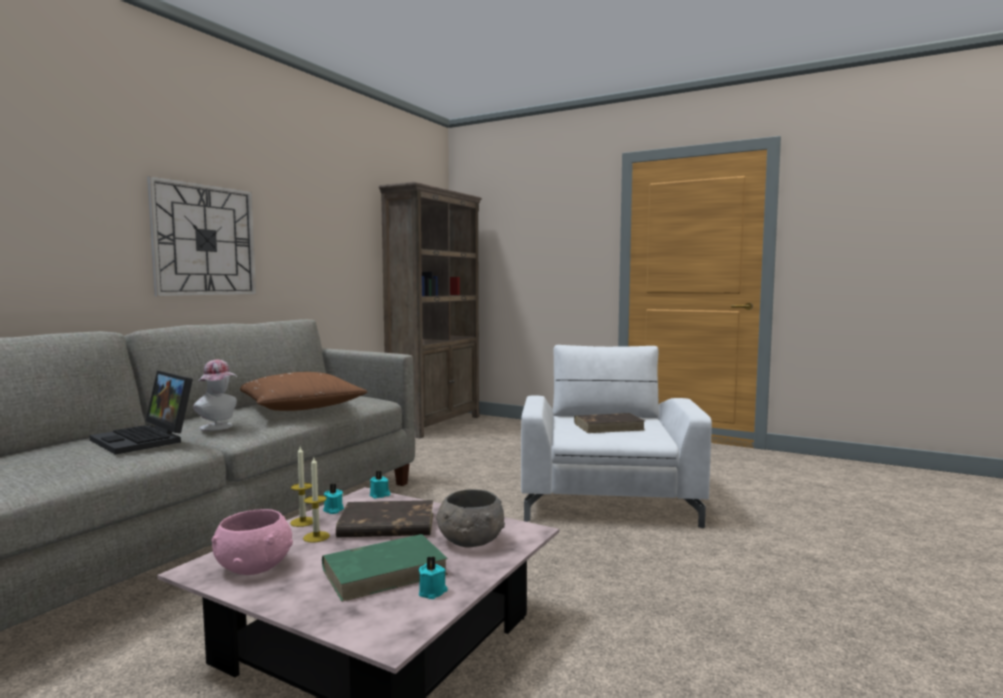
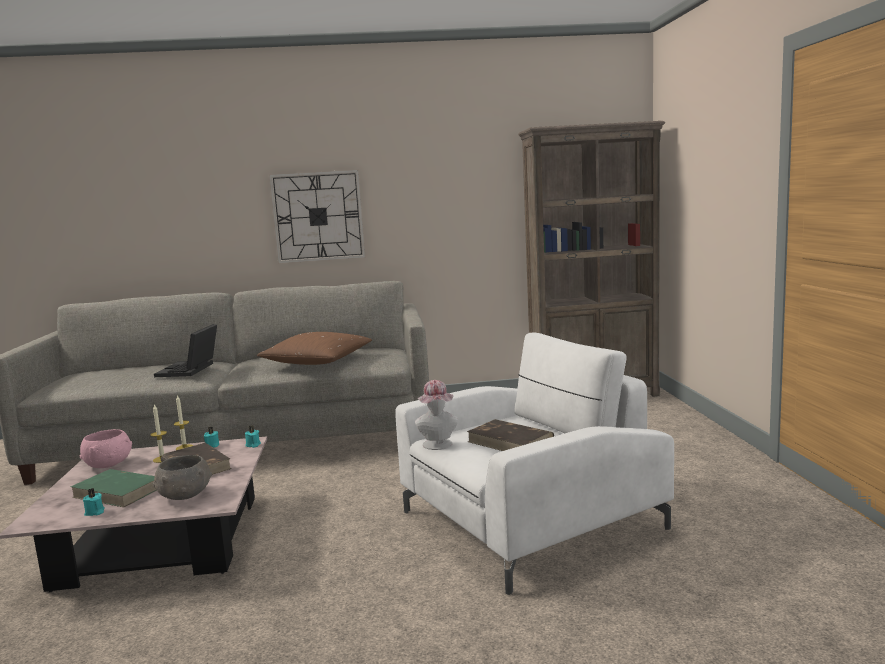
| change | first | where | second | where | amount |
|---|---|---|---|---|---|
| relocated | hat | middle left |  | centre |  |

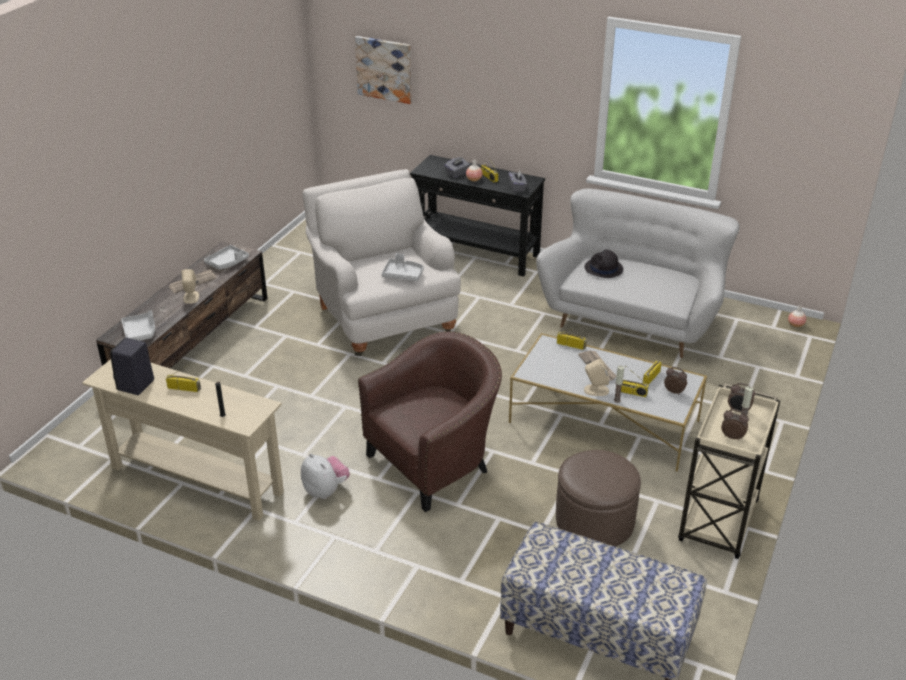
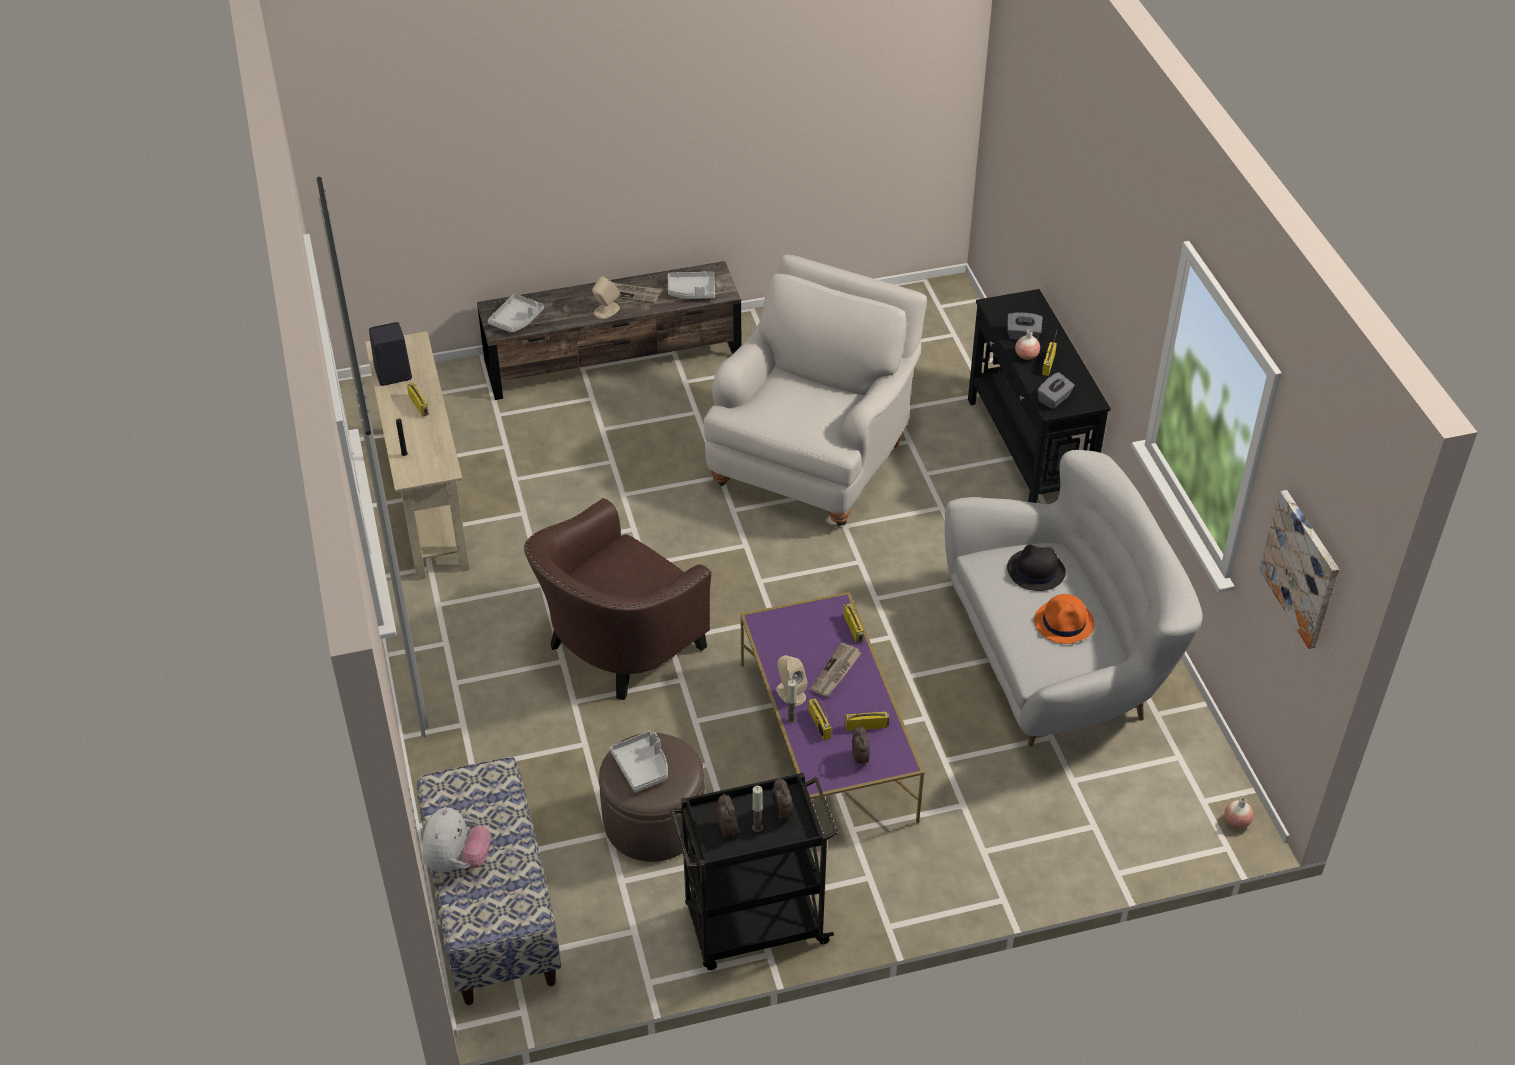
| change | first | where | second | where | amount |
|---|---|---|---|---|---|
| relocated | picture | top centre |  | middle right |  |
| relocated | tray in grey (no. 3 from left in the first image) | centre | tray in grey (no. 2 from left) | bottom centre |  |
| spun | armchair in brown | centre |  | centre | 120 degrees clockwise |
| colour | coffee table in white | middle right | coffee table in purple | centre |  |
| colour | cart in beige | bottom right | cart in black | bottom centre |  |
| relocated | plush toy | bottom centre |  | bottom left |  |
| appeared |  |  | hat in orange | middle right |  |

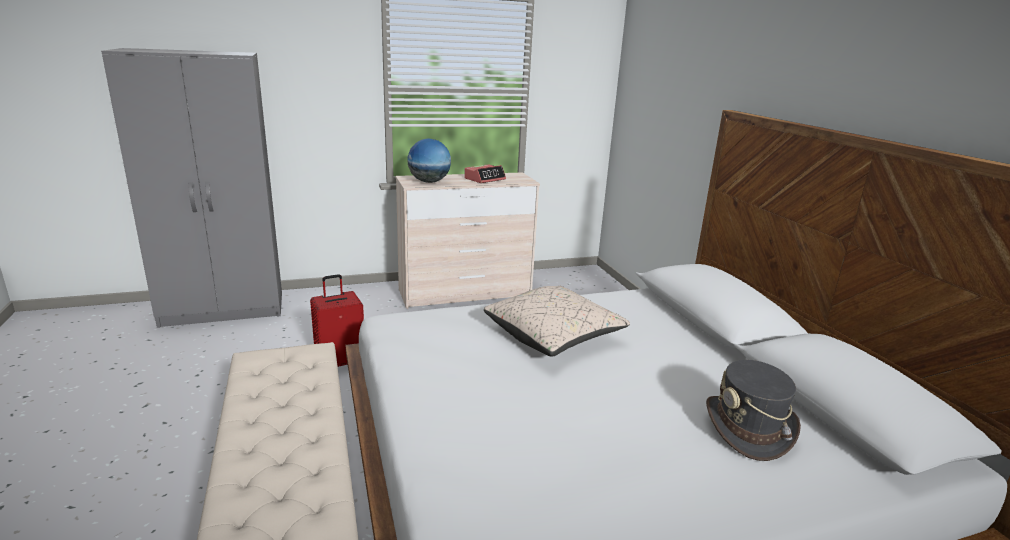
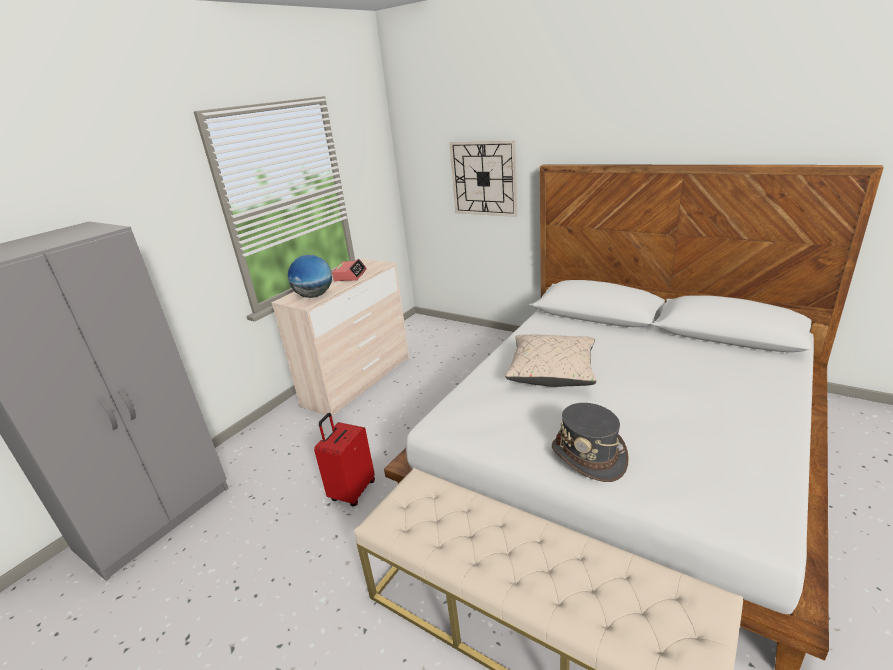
| change | first | where | second | where | amount |
|---|---|---|---|---|---|
| relocated | hat in grey | bottom right |  | centre |  |
| appeared |  |  | wall clock | top centre |  |

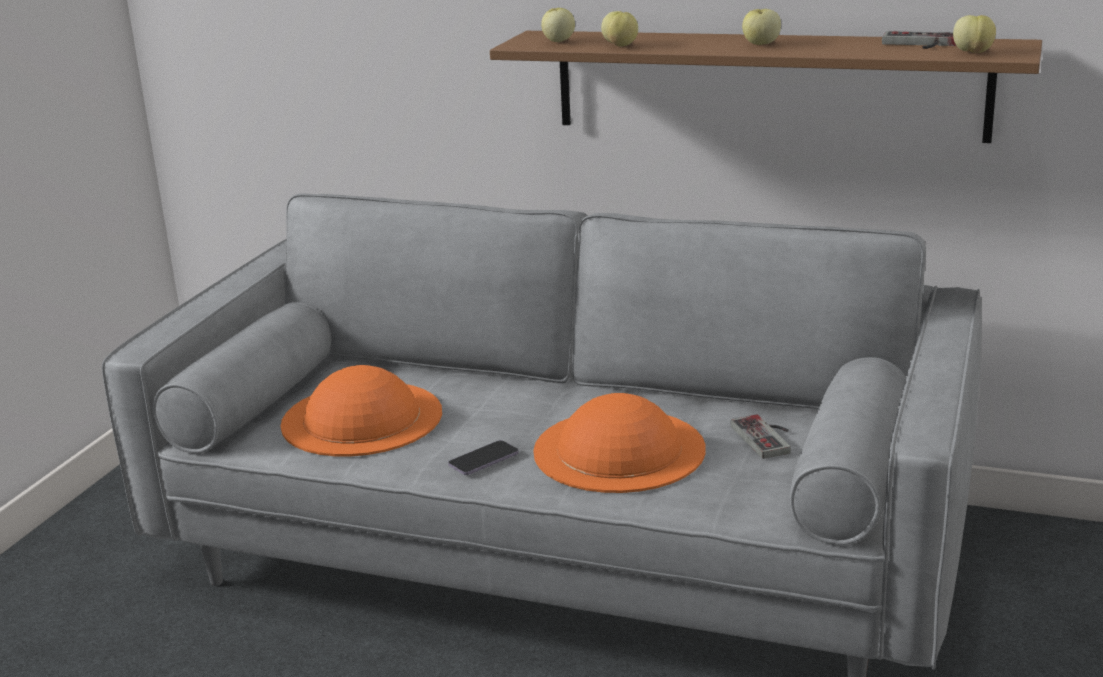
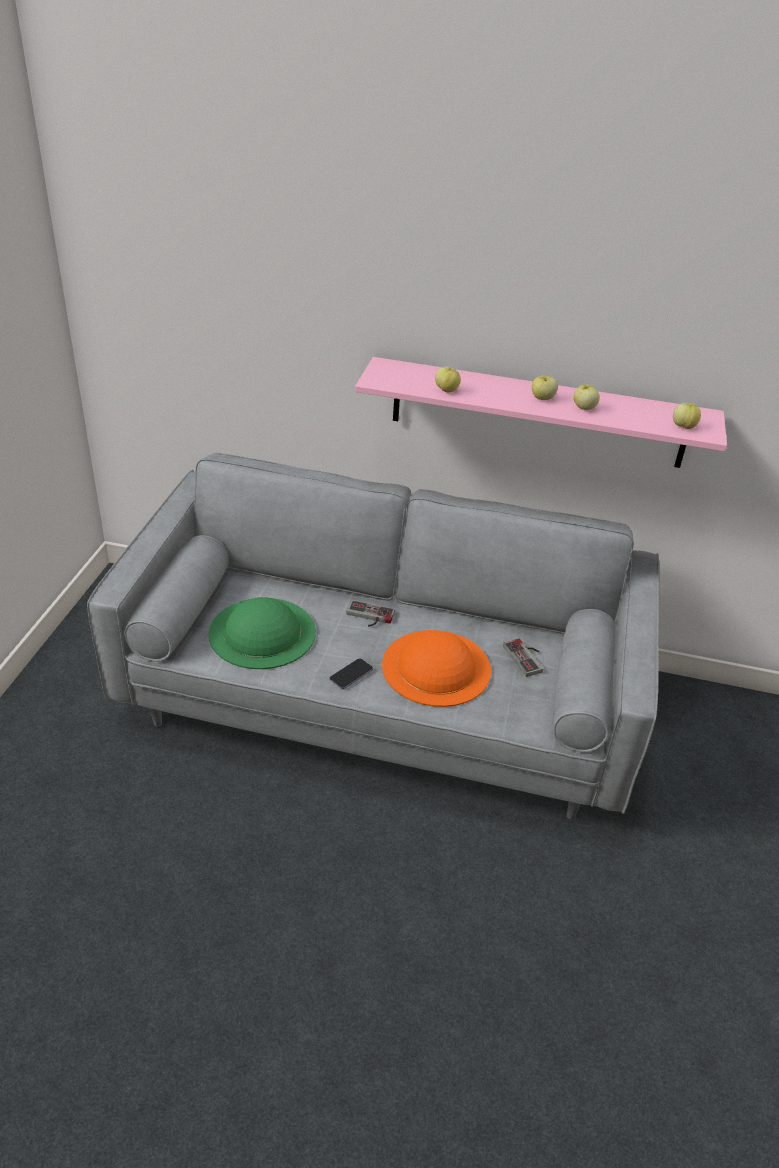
| change | first | where | second | where | amount |
|---|---|---|---|---|---|
| relocated | apple (no. 1 from left in the first image) | top centre | apple (no. 3 from left) | middle right |  |
| colour | shelf in brown | top right | shelf in pink | middle right |  |
| relocated | game controller (no. 2 from left in the first image) | top right | game controller (no. 1 from left) | centre |  |
| colour | hat in orange (no. 1 from left) | middle left | hat in green | centre |  |

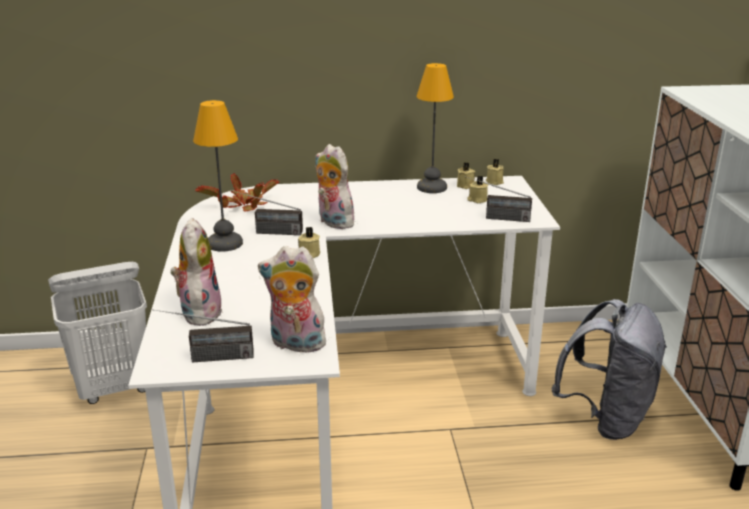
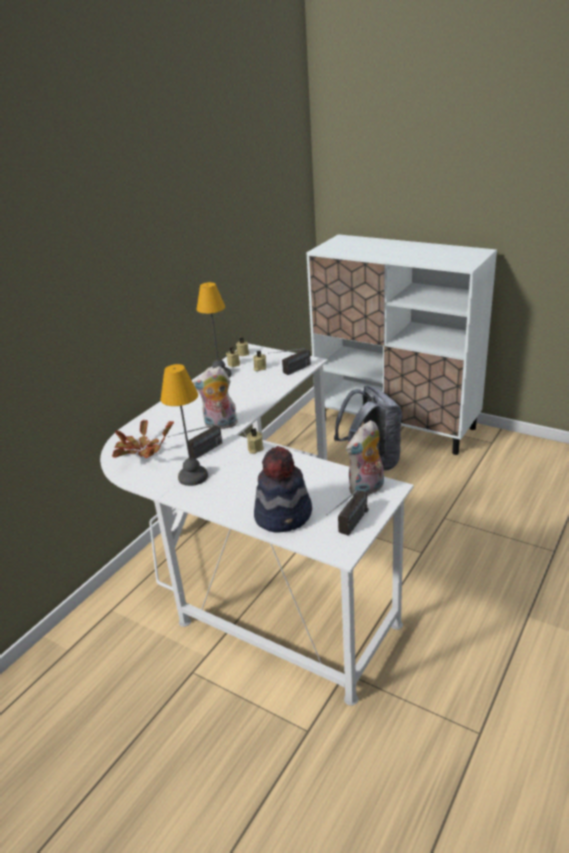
| change | first | where | second | where | amount |
|---|---|---|---|---|---|
| exchanged | plush toy (no. 1 from left) | middle left | hat | centre |  |
| missing | laundry basket in white | middle left |  |  |  |

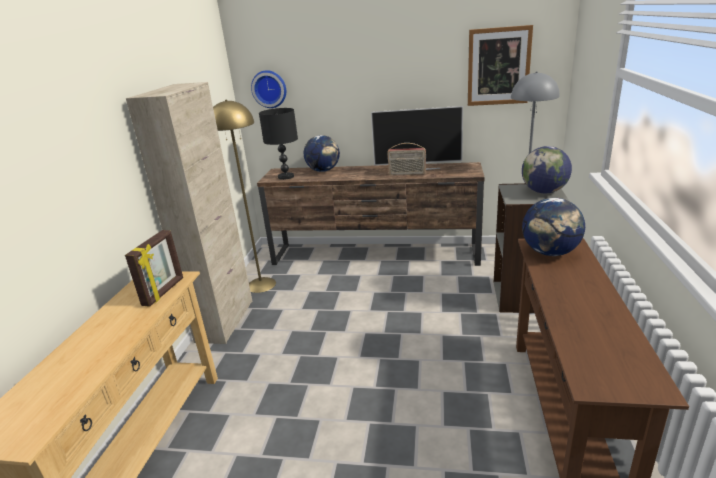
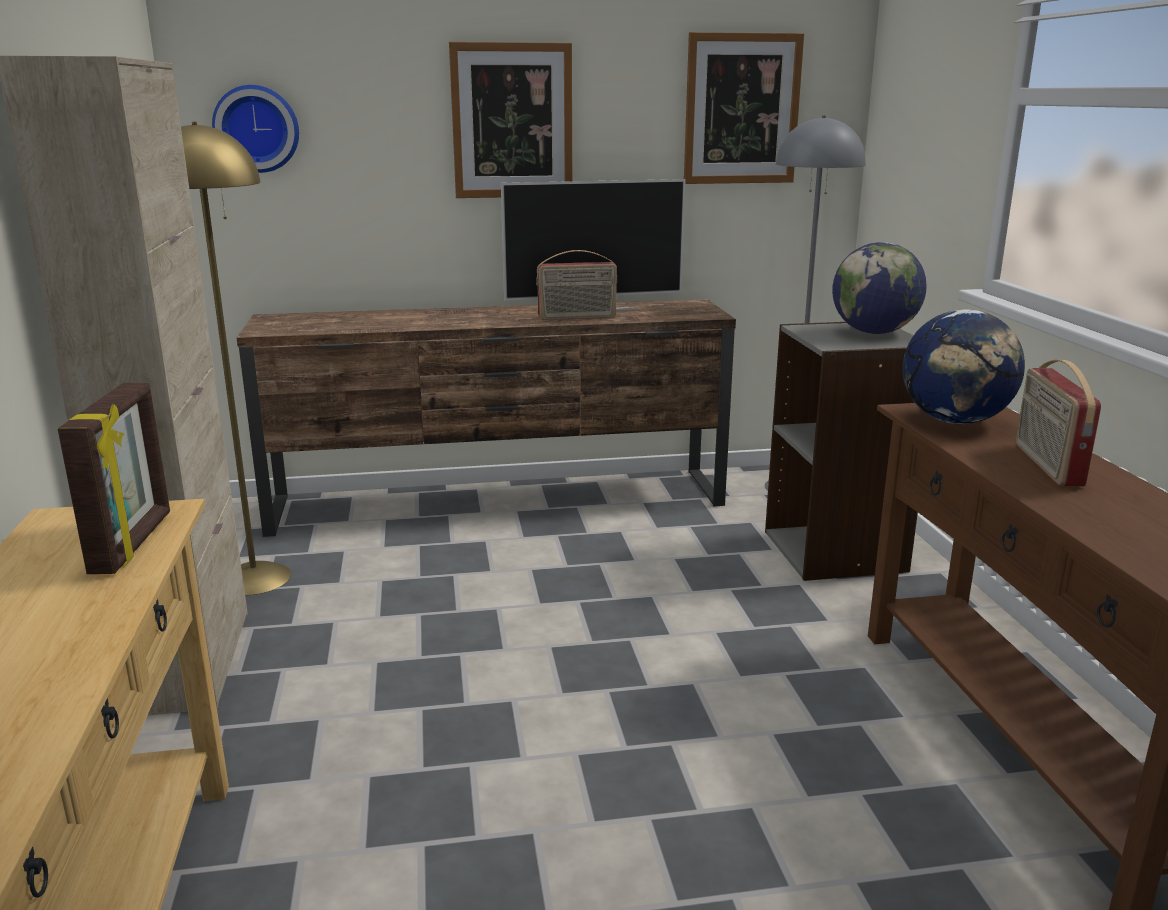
| change | first | where | second | where | amount |
|---|---|---|---|---|---|
| missing | table lamp in black | top centre |  |  |  |
| missing | globe (no. 1 from left) | top centre |  |  |  |
| appeared |  |  | picture (no. 1 from left) | top centre |  |
| appeared |  |  | radio (no. 2 from left) | middle right |  |

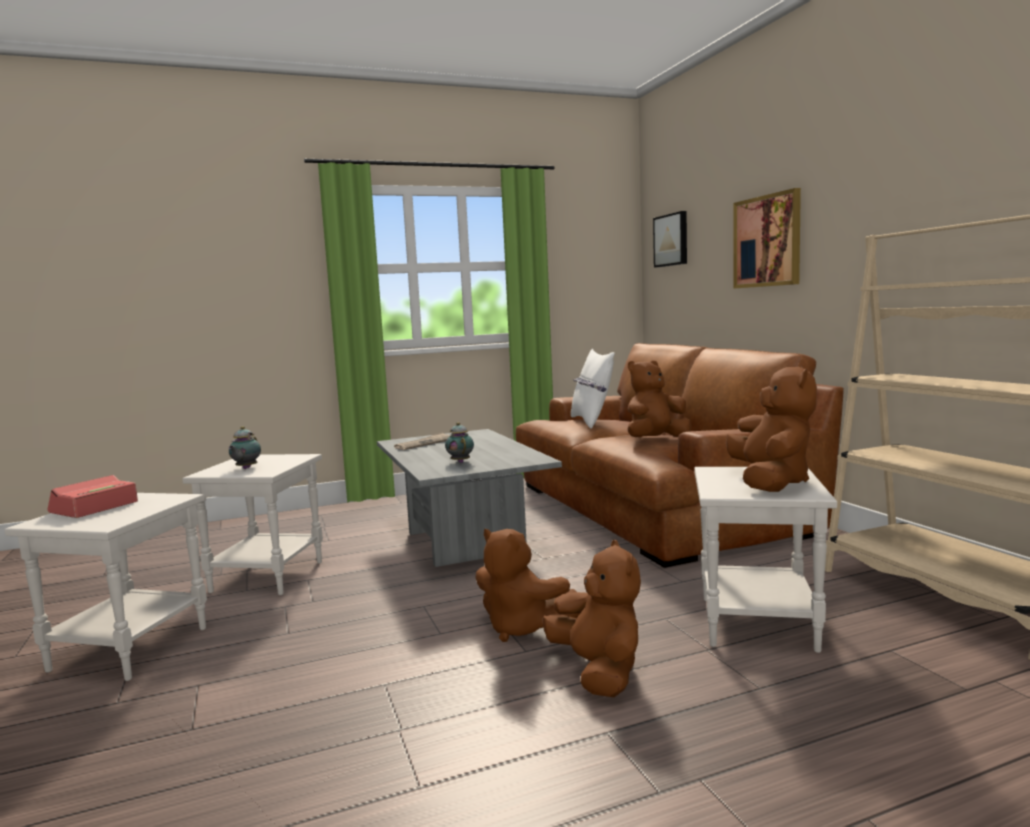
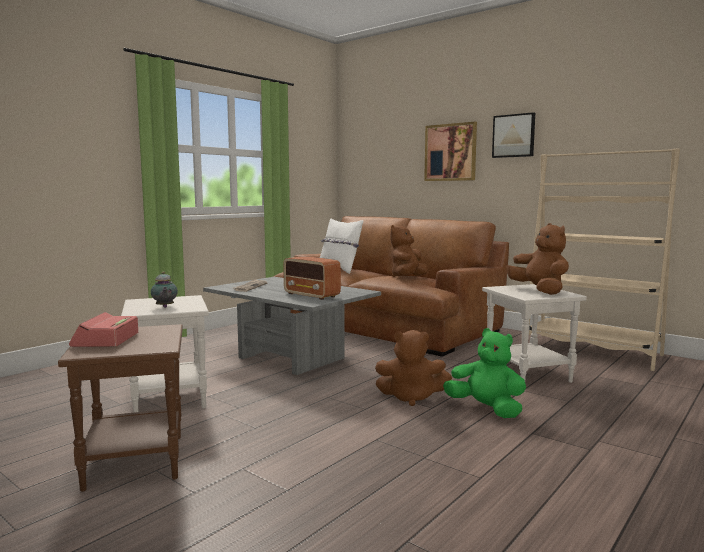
| change | first | where | second | where | amount |
|---|---|---|---|---|---|
| relocated | picture (no. 1 from left in the first image) | top centre | picture (no. 2 from left) | top right |  |
| exchanged | teapot (no. 2 from left) | centre | radio | centre |  |
| colour | side table in white (no. 1 from left) | bottom left | side table in brown | bottom left |  |
| colour | plush toy in brown (no. 2 from left) | bottom centre | plush toy in green | bottom right |  |

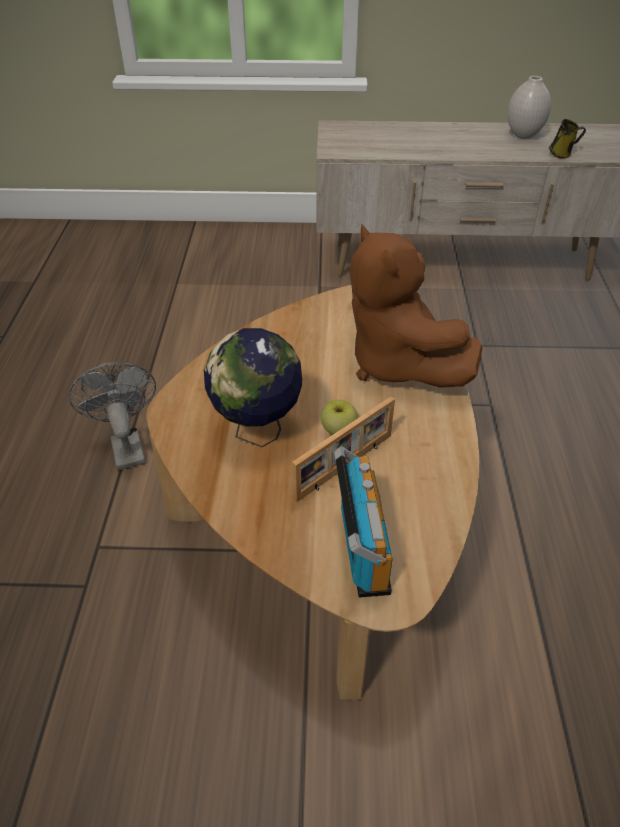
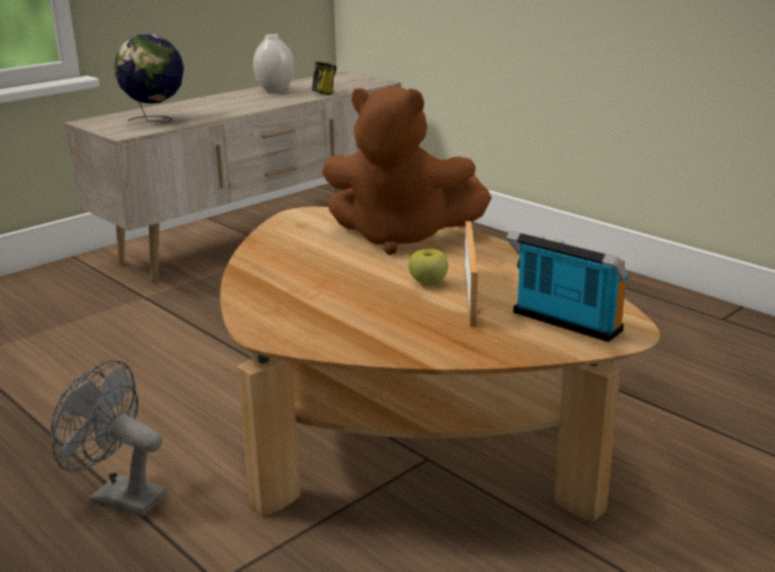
| change | first | where | second | where | amount |
|---|---|---|---|---|---|
| relocated | globe | centre |  | top left |  |

